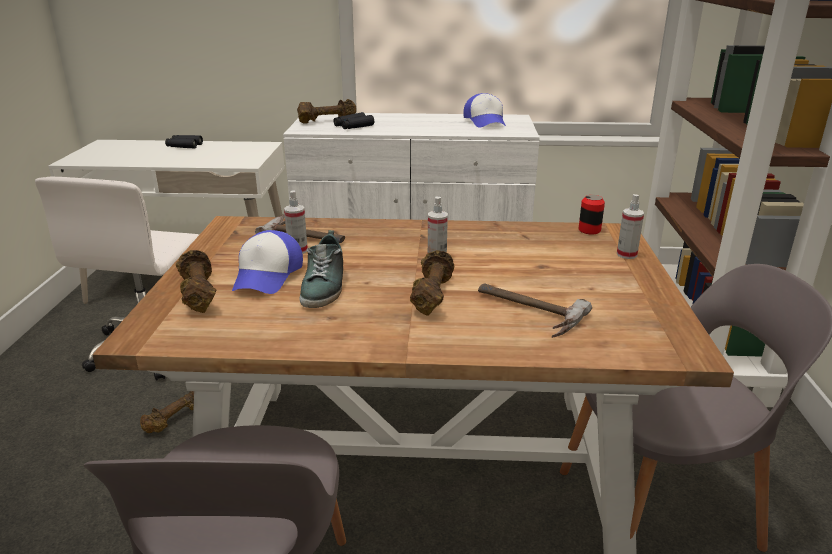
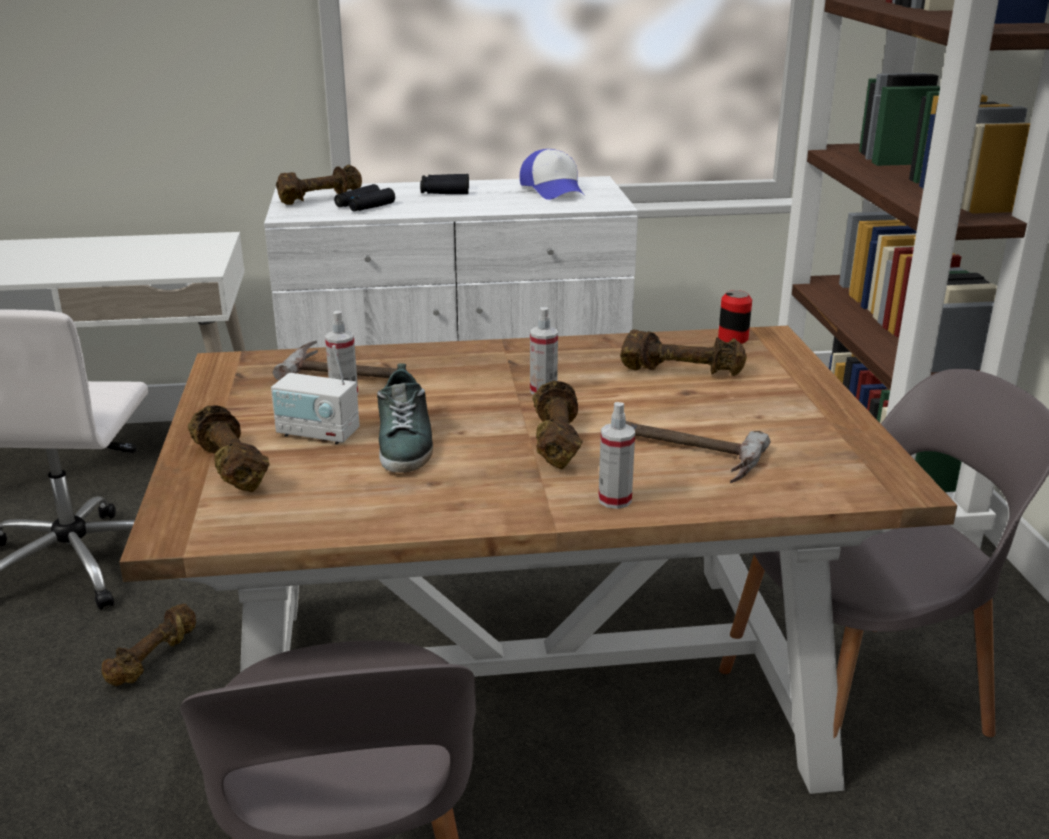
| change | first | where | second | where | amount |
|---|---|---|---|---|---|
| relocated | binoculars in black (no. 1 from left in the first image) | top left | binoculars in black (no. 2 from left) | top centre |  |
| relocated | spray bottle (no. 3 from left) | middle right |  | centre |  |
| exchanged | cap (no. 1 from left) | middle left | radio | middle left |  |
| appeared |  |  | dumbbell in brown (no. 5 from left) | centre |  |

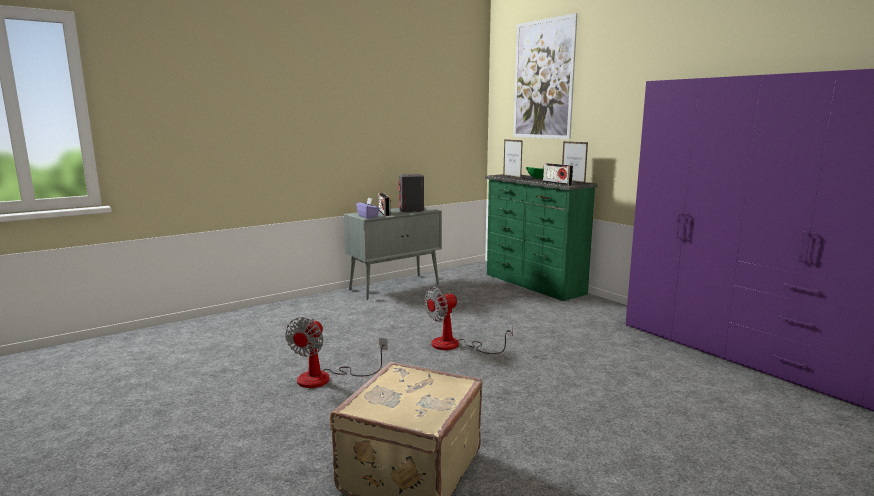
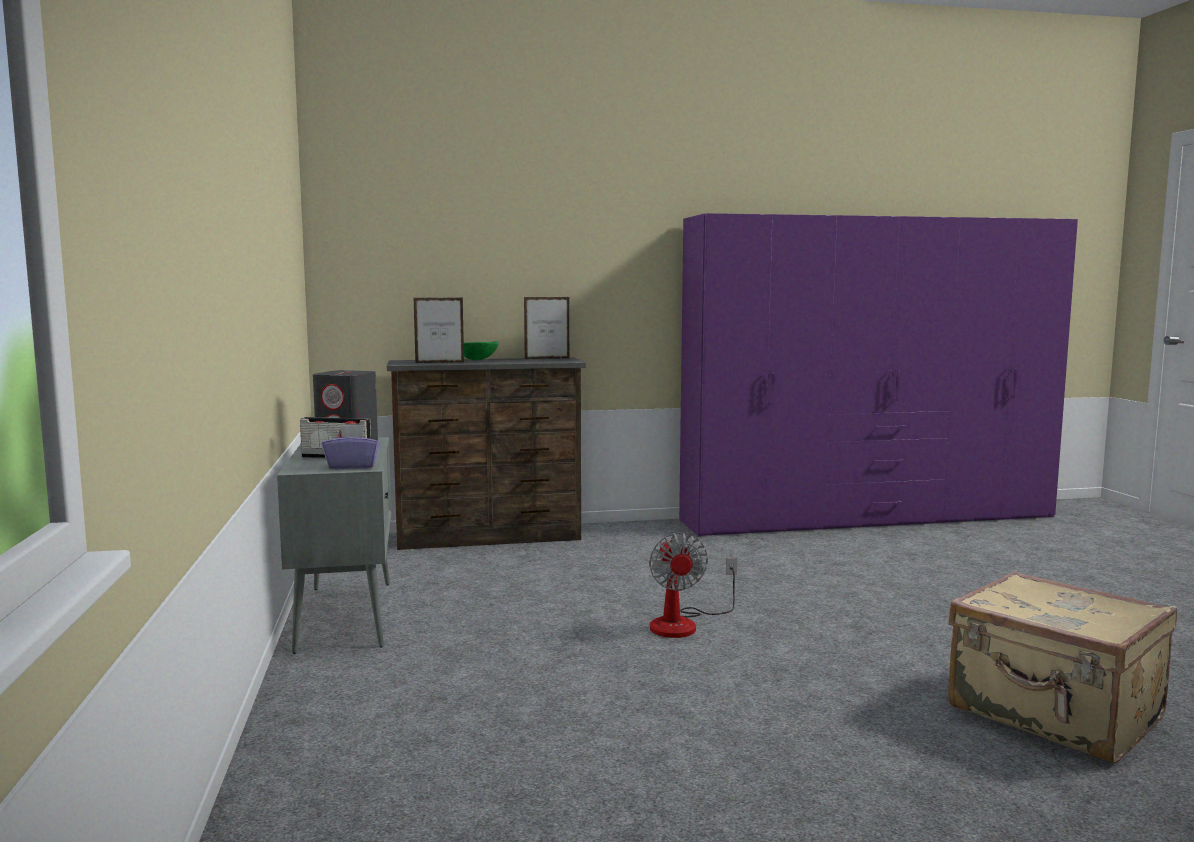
| change | first | where | second | where | amount |
|---|---|---|---|---|---|
| missing | picture | top centre |  |  |  |
| missing | radio (no. 2 from left) | centre |  |  |  |
| colour | dresser in green | centre | dresser in brown | centre |  |
| missing | fan (no. 1 from left) | bottom centre |  |  |  |

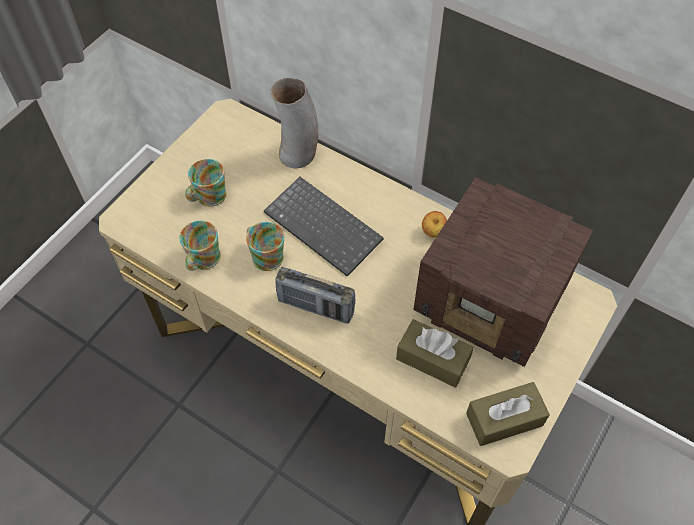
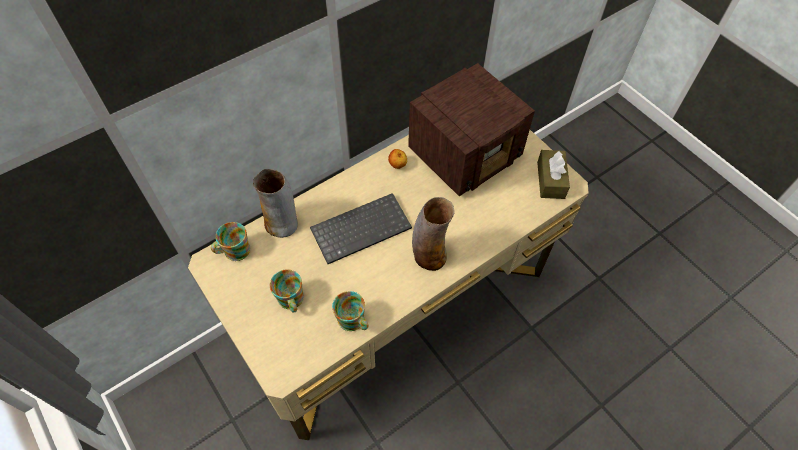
| change | first | where | second | where | amount |
|---|---|---|---|---|---|
| relocated | mug (no. 3 from left in the first image) | centre | mug (no. 1 from left) | middle left |  |
| exchanged | radio (no. 1 from left) | centre | vase (no. 2 from left) | centre |  |
| missing | tissue box in brown (no. 1 from left) | bottom centre |  |  |  |

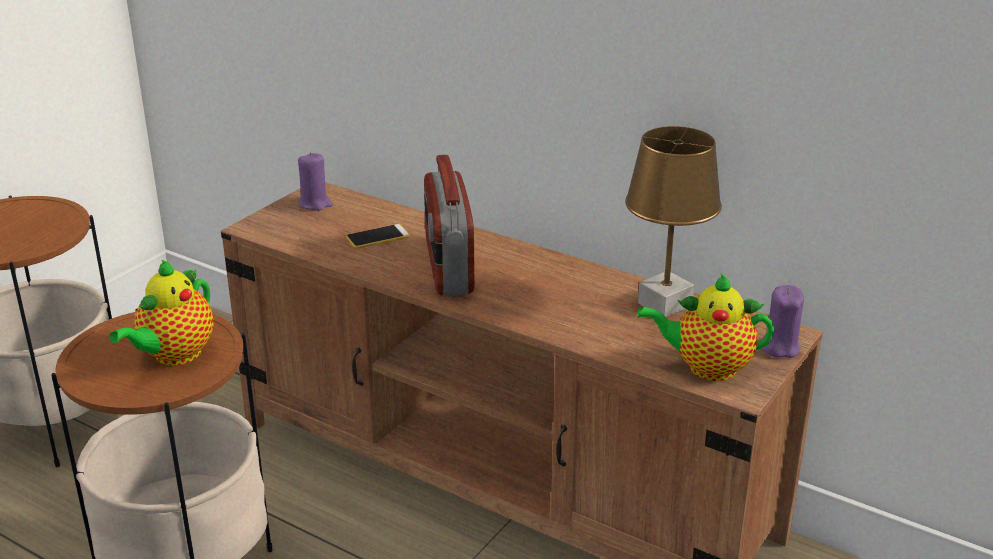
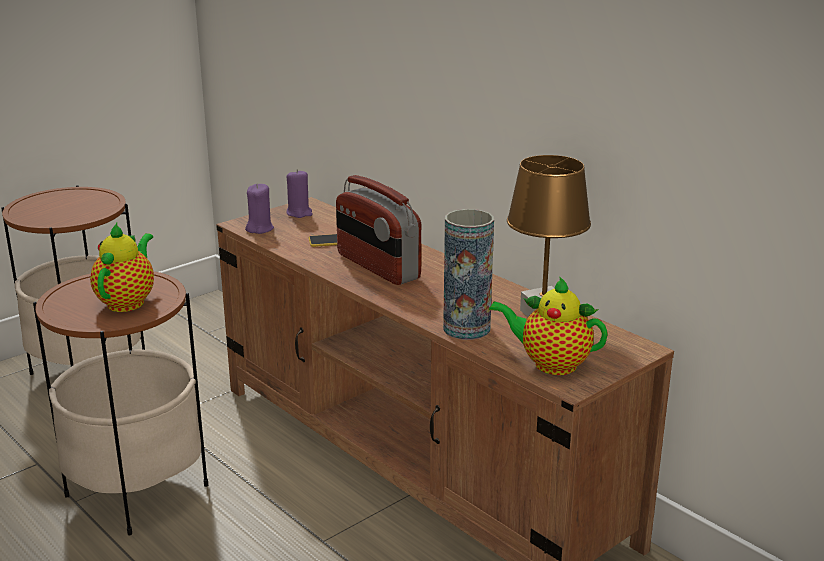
| change | first | where | second | where | amount |
|---|---|---|---|---|---|
| spun | radio | centre |  | centre | 45 degrees counterclockwise |
| spun | teapot (no. 1 from left) | middle left |  | middle left | 150 degrees clockwise |
| relocated | candle in purple (no. 2 from left in the first image) | middle right | candle in purple (no. 1 from left) | middle left |  |
| appeared |  |  | vase | centre |  |

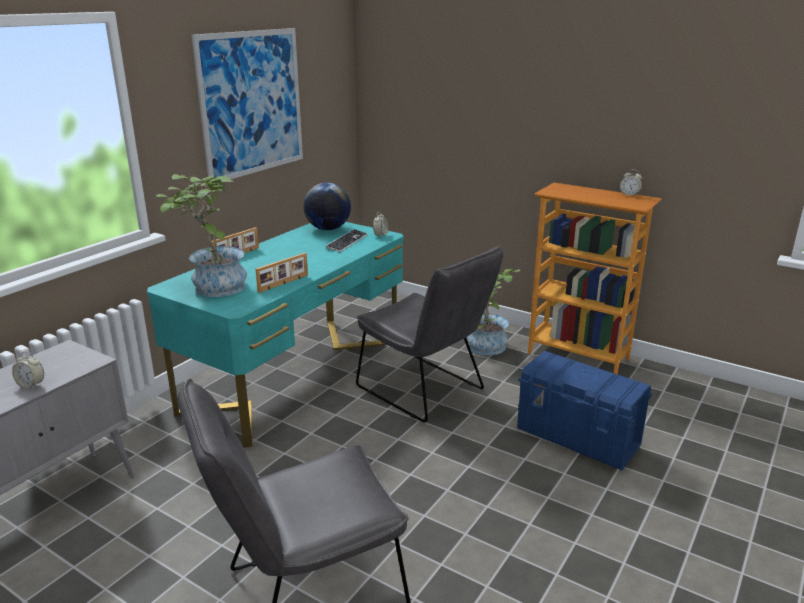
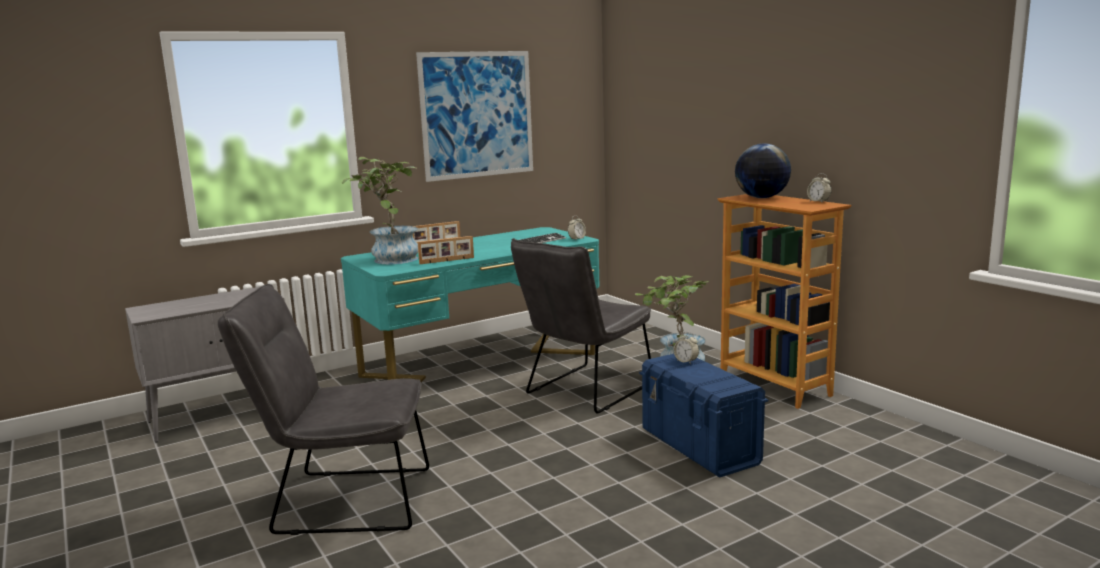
| change | first | where | second | where | amount |
|---|---|---|---|---|---|
| relocated | globe | centre |  | top right |  |
| spun | chair in grey (no. 2 from left) | centre |  | centre | 60 degrees clockwise |
| relocated | alarm clock (no. 1 from left in the first image) | middle left | alarm clock (no. 2 from left) | centre |  |

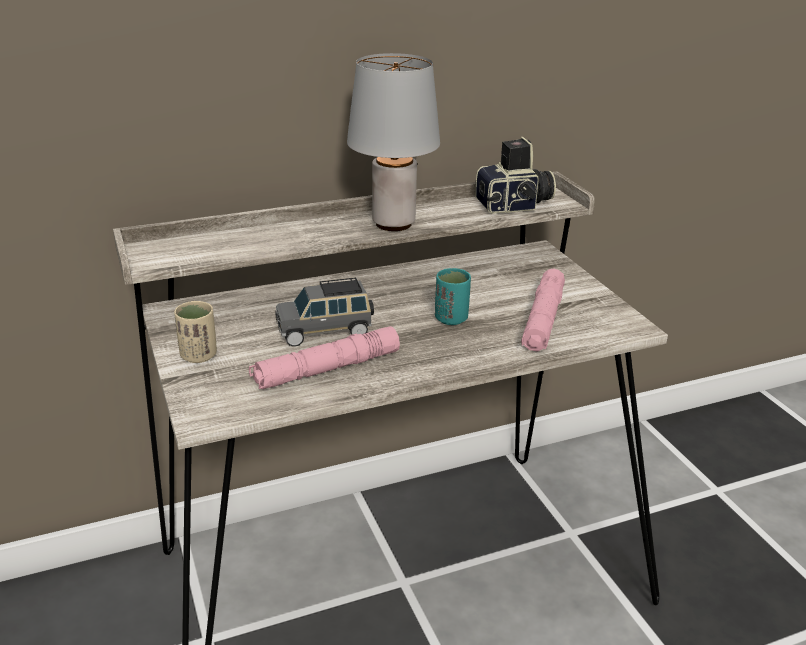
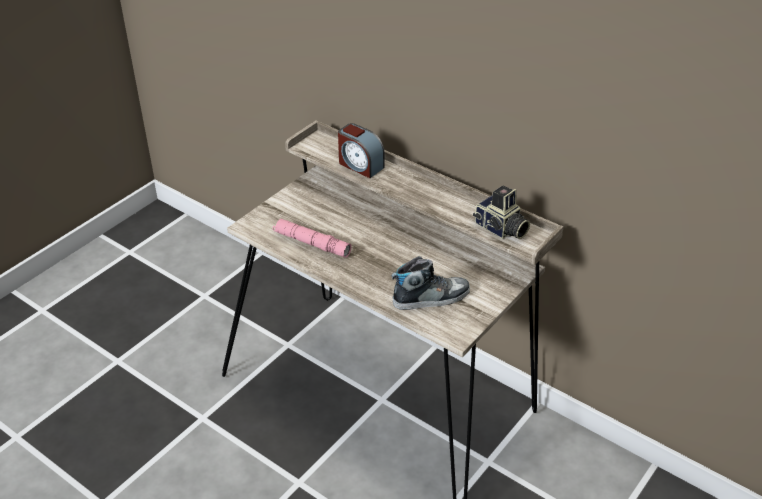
| change | first | where | second | where | amount |
|---|---|---|---|---|---|
| missing | table lamp in grey | top centre |  |  |  |
| missing | cup in turquoise | centre |  |  |  |
| exchanged | flashlight in pink (no. 2 from left) | middle right | shoe | centre |  |
| missing | toy car in grey | centre |  |  |  |
| missing | cup in beige | middle left |  |  |  |
| appeared |  |  | alarm clock | top centre |  |

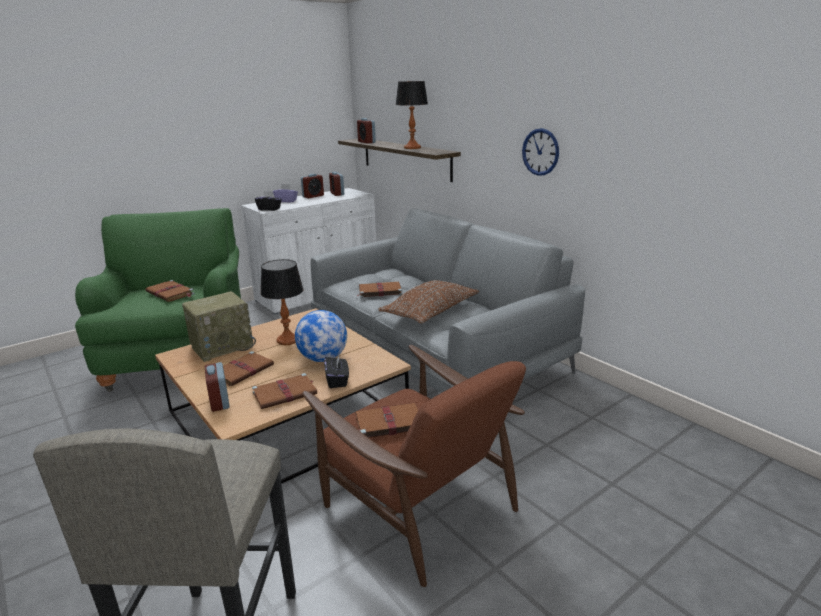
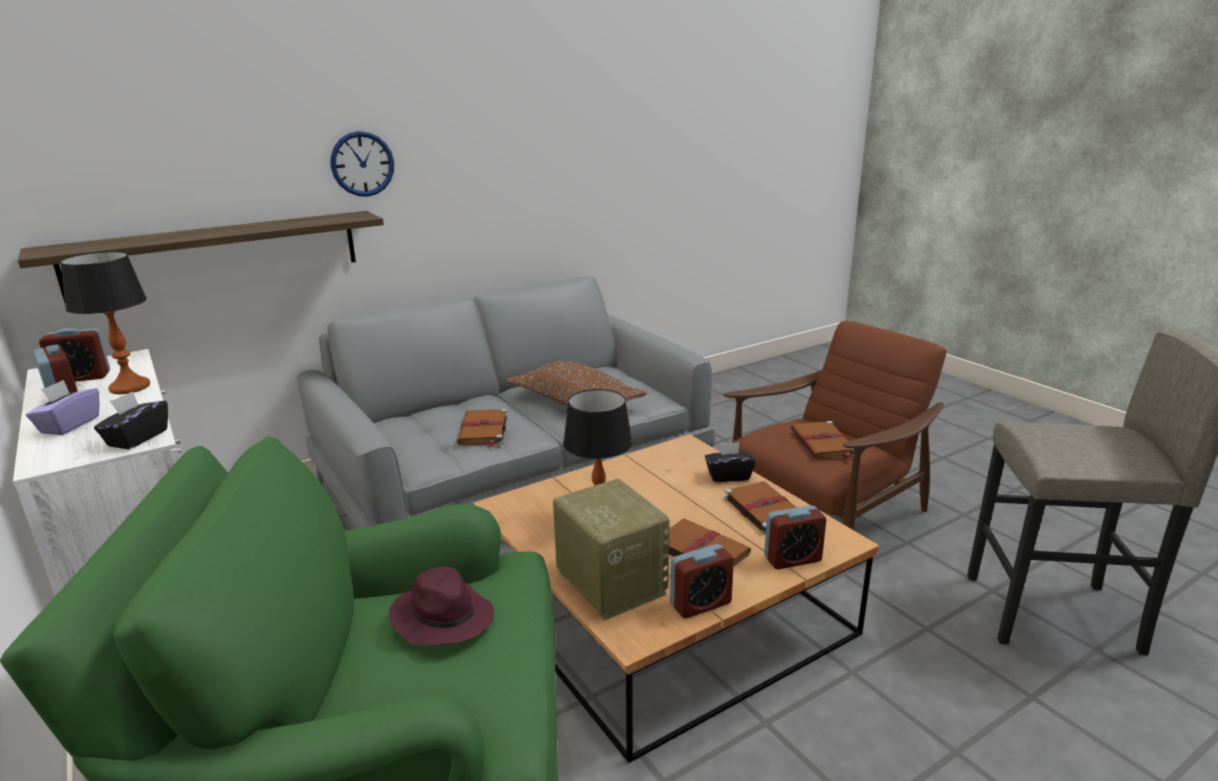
| change | first | where | second | where | amount |
|---|---|---|---|---|---|
| relocated | table lamp (no. 2 from left in the first image) | top centre | table lamp (no. 1 from left) | middle left |  |
| relocated | alarm clock (no. 4 from left in the first image) | top centre | alarm clock (no. 3 from left) | bottom centre |  |
| relocated | wall clock | top centre |  | top left |  |
| exchanged | book in brown (no. 1 from left) | middle left | hat in purple | bottom centre |  |
| missing | globe | centre |  |  |  |

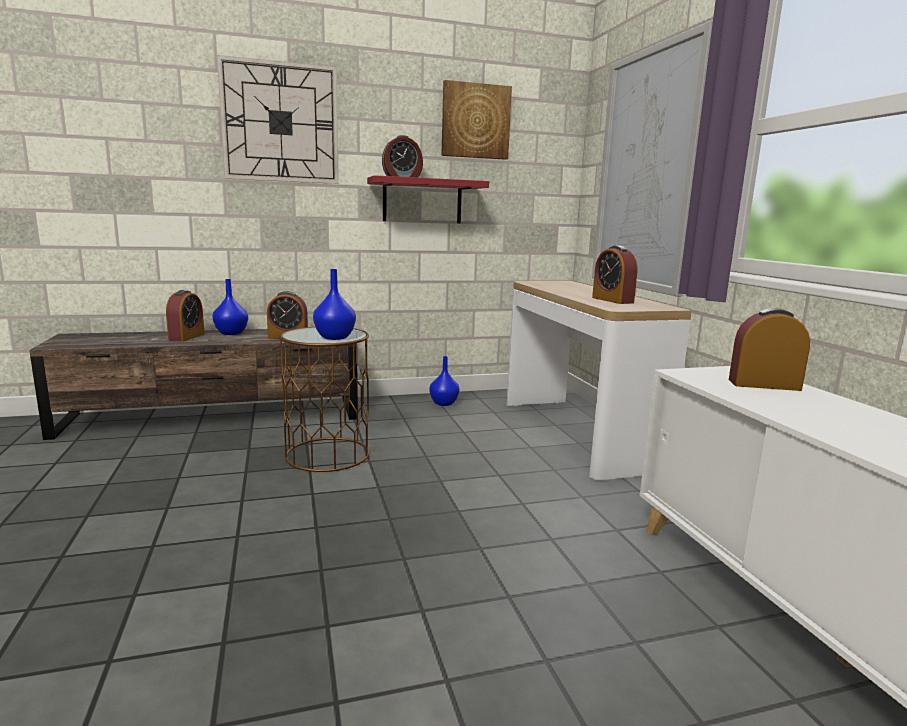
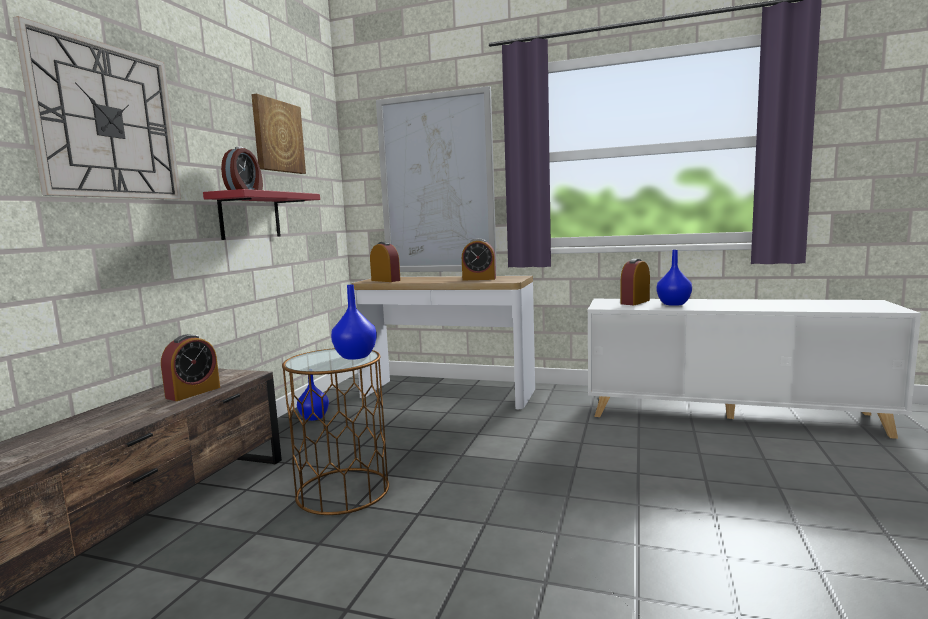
| change | first | where | second | where | amount |
|---|---|---|---|---|---|
| relocated | vase in blue (no. 1 from left in the first image) | middle left | vase in blue (no. 3 from left) | middle right |  |
| relocated | alarm clock (no. 1 from left in the first image) | middle left | alarm clock (no. 3 from left) | centre |  |

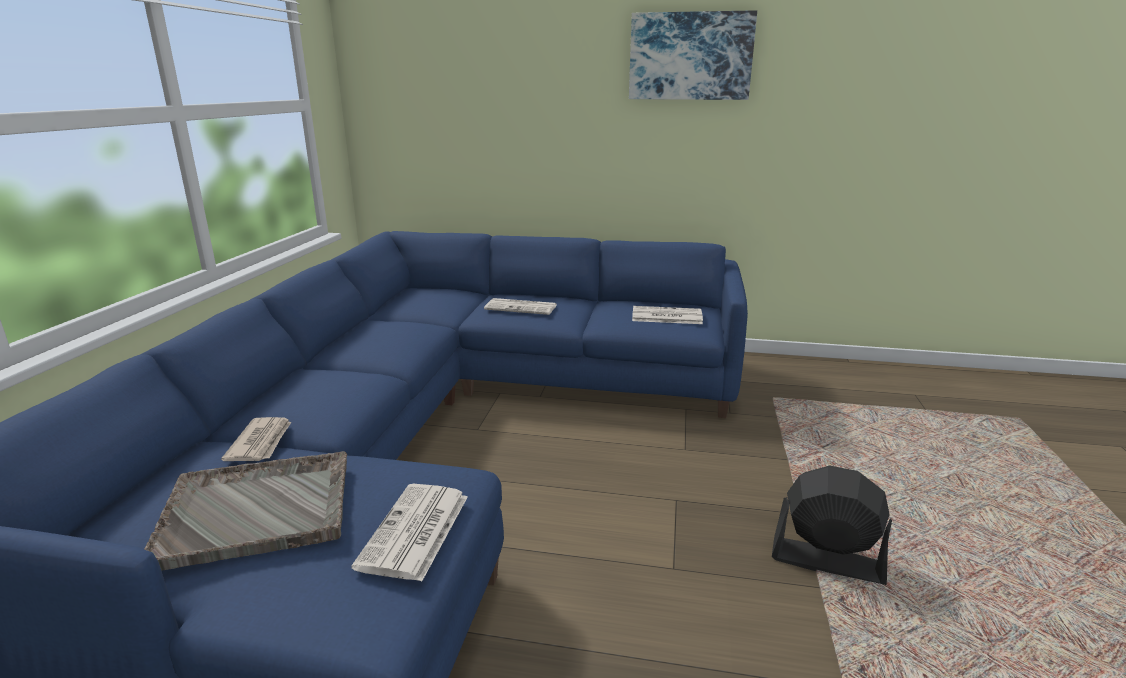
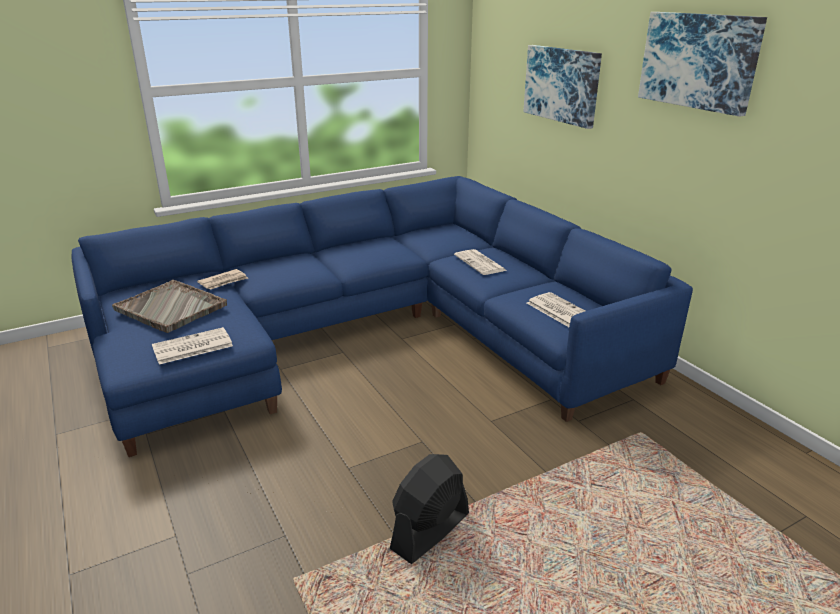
| change | first | where | second | where | amount |
|---|---|---|---|---|---|
| spun | fan in black | bottom right |  | bottom centre | 120 degrees counterclockwise |
| appeared |  |  | picture (no. 1 from left) | top right |  |

